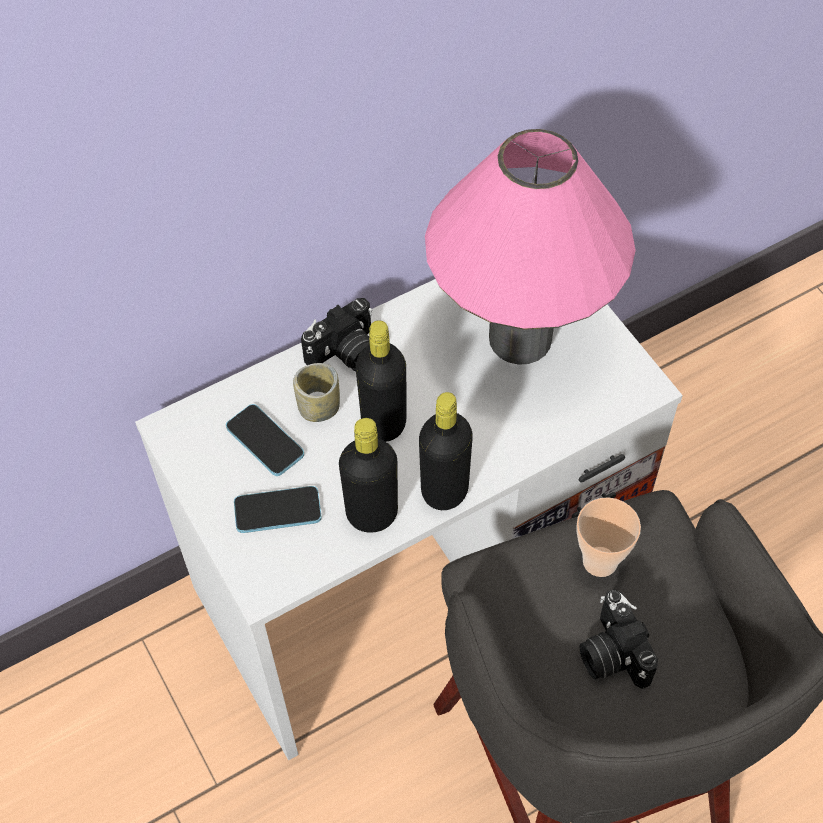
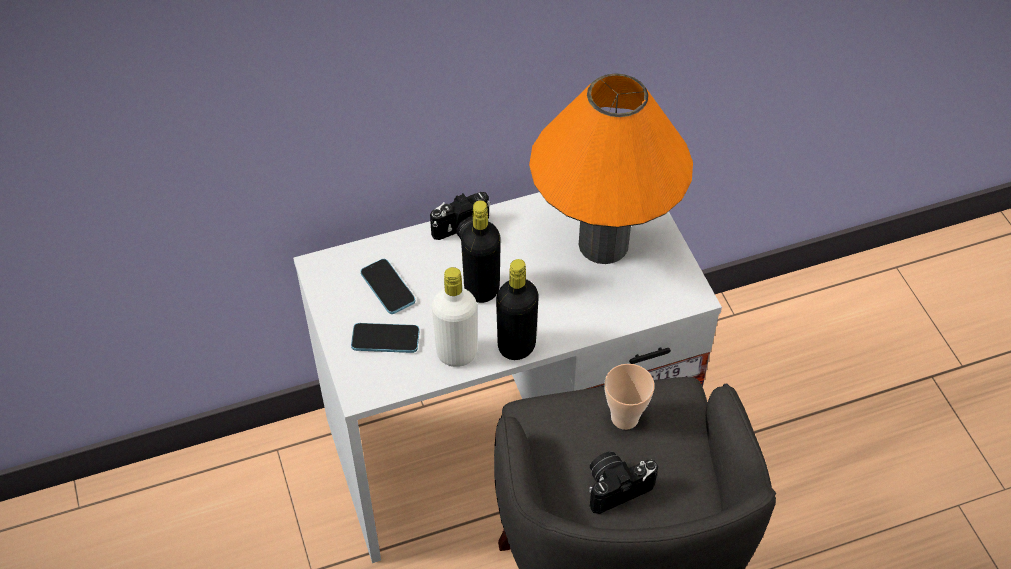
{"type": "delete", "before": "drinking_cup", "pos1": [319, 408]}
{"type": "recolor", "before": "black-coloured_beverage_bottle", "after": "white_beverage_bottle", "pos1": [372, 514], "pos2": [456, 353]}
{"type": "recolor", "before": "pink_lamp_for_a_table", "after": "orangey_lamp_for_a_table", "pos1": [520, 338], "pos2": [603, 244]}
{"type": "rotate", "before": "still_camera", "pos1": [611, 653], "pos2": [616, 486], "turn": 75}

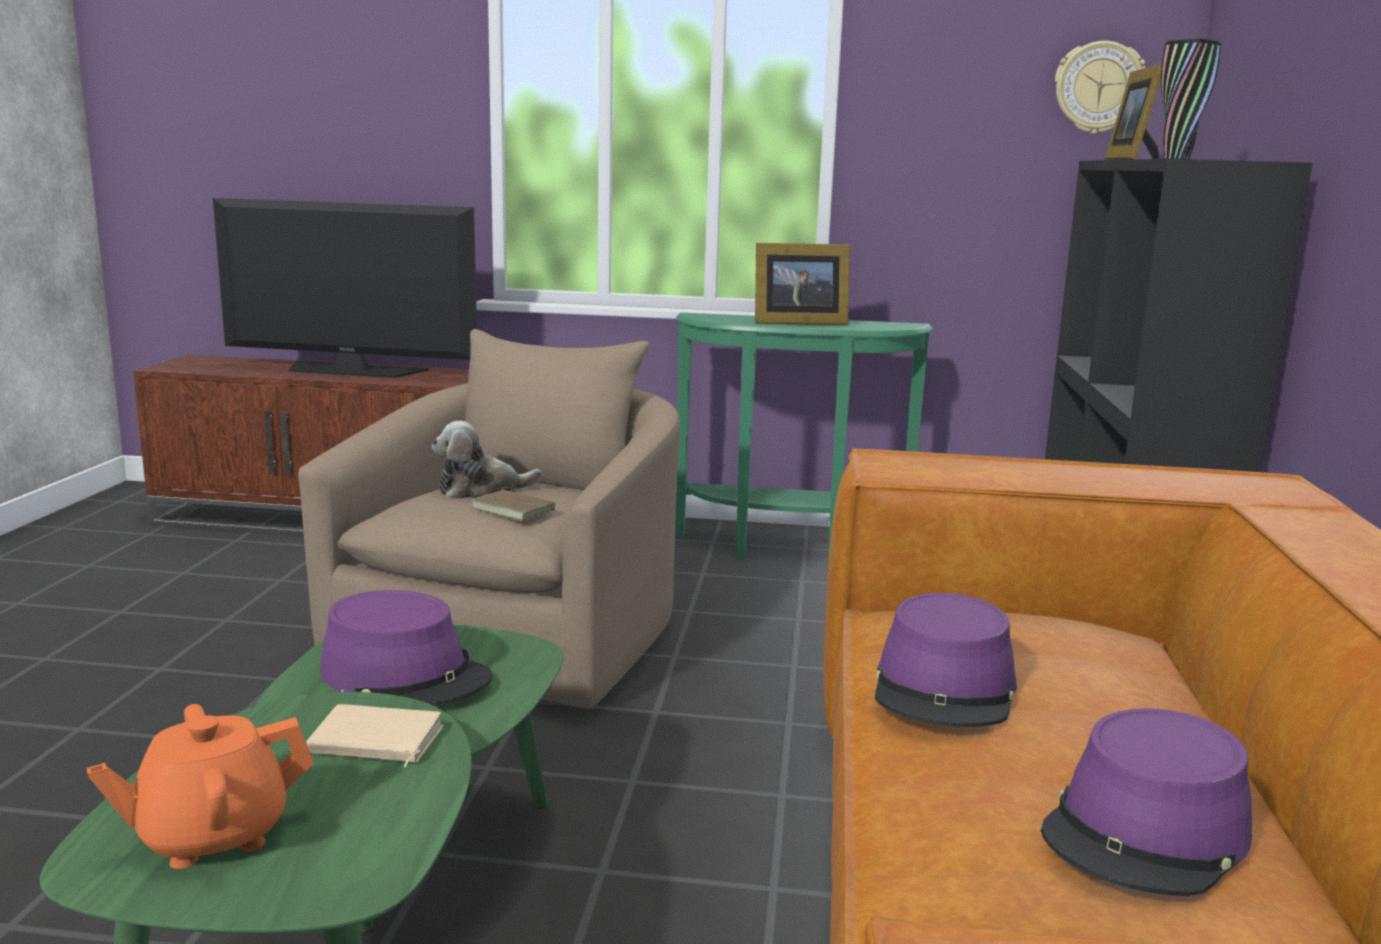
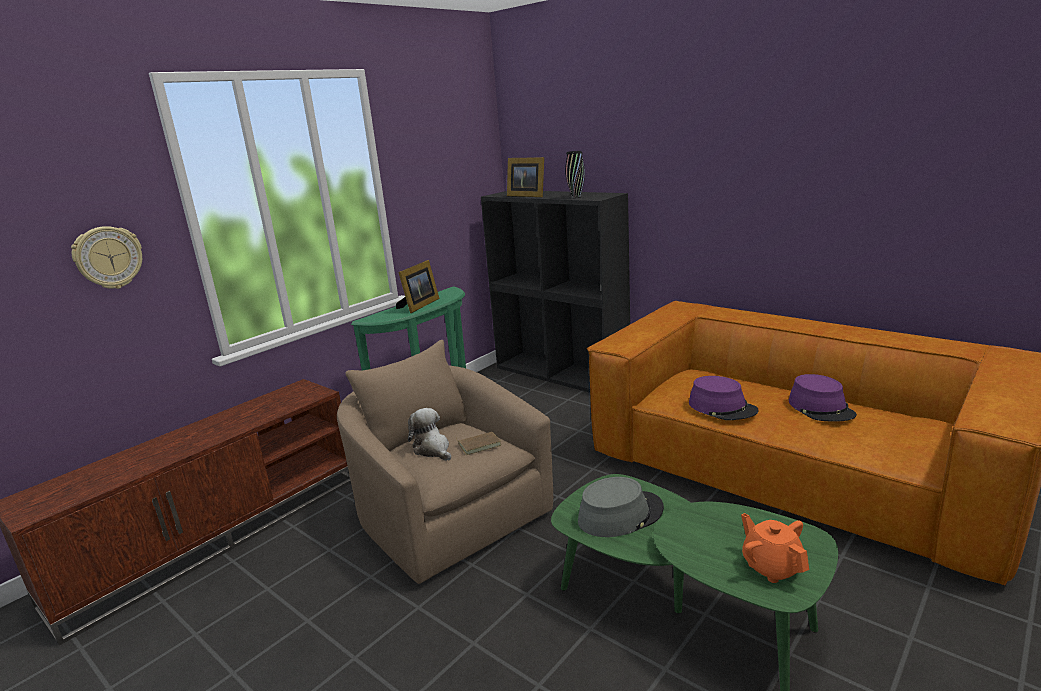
{"type": "delete", "before": "TV_set", "pos1": [352, 370]}
{"type": "delete", "before": "beige-coloured_volume", "pos1": [374, 743]}
{"type": "move", "before": "hanging_clock", "pos1": [1098, 88], "pos2": [108, 257]}
{"type": "recolor", "before": "purple-coloured_hat", "after": "greyish_hat", "pos1": [406, 675], "pos2": [620, 514]}
{"type": "rotate", "before": "orangey_tea_pot", "pos1": [212, 835], "pos2": [772, 567], "turn": 150}
{"type": "rotate", "before": "plush_toy", "pos1": [481, 490], "pos2": [432, 449], "turn": 135}

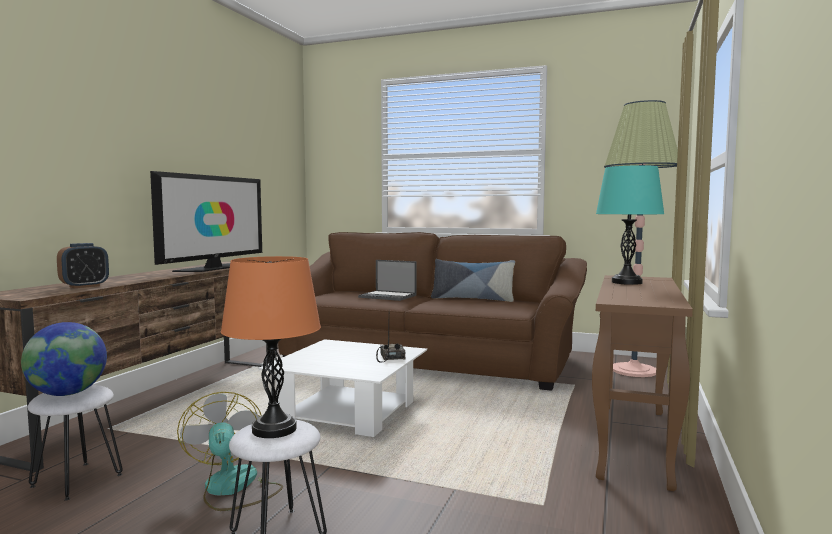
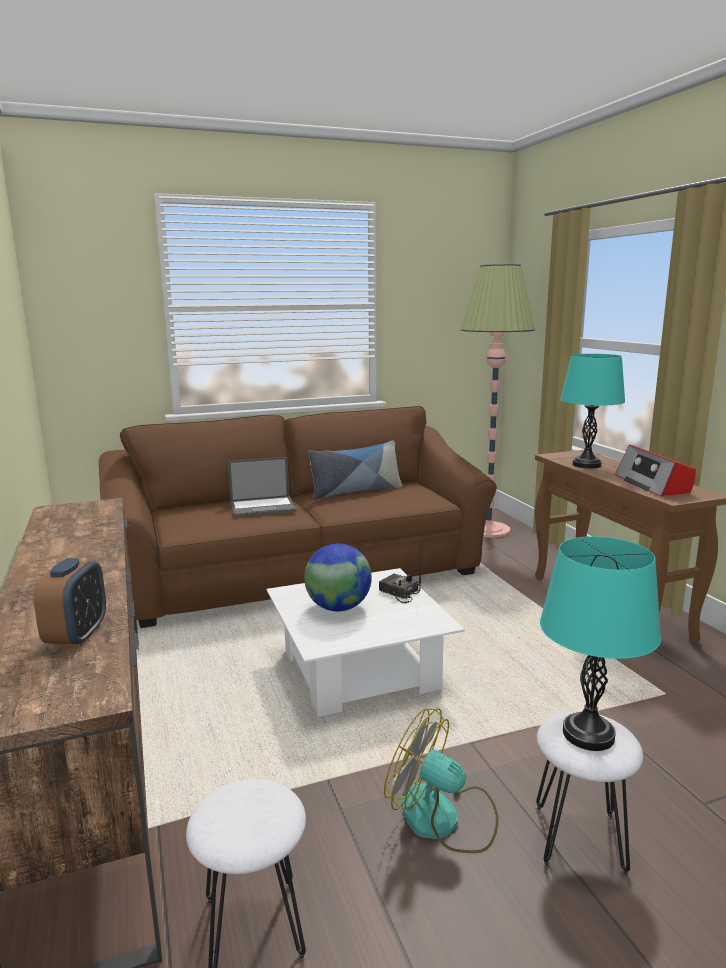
{"type": "delete", "before": "TV_set", "pos1": [213, 268]}
{"type": "insert", "after": "radio_set", "pos2": [653, 484]}
{"type": "move", "before": "world_globe", "pos1": [67, 394], "pos2": [338, 607]}
{"type": "recolor", "before": "orangey_lamp_for_a_table", "after": "turquoise_lamp_for_a_table", "pos1": [274, 429], "pos2": [588, 734]}

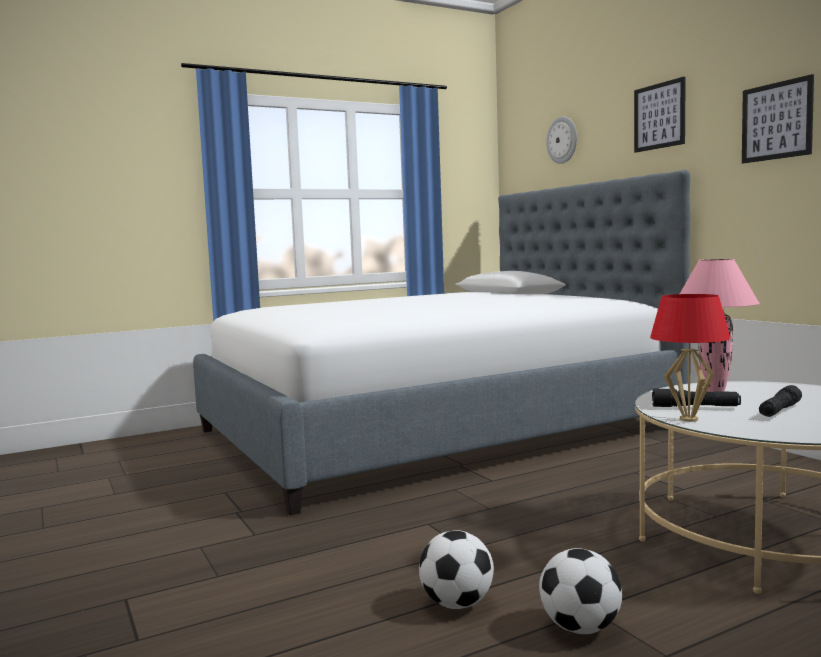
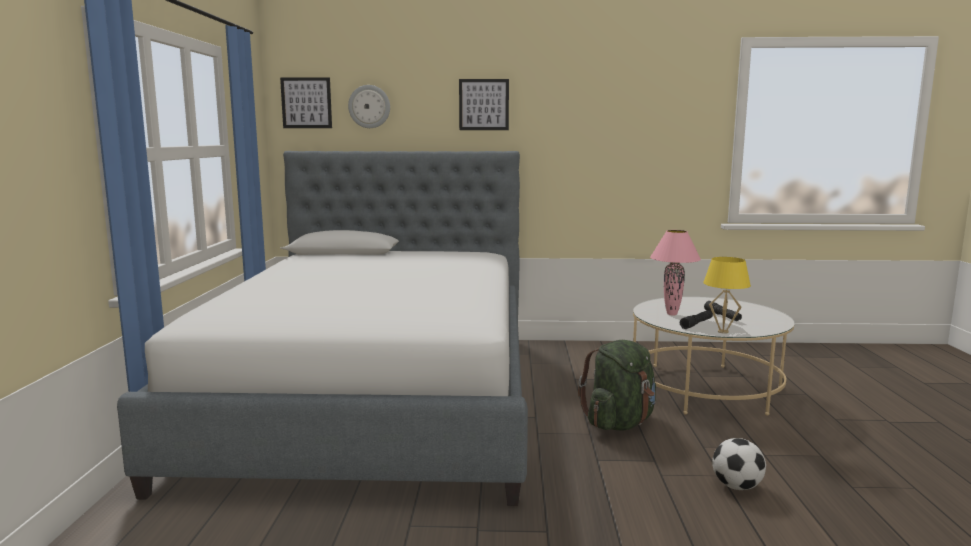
{"type": "delete", "before": "football", "pos1": [580, 628]}
{"type": "insert", "after": "greenish_rucksack", "pos2": [619, 423]}
{"type": "move", "before": "wall_picture", "pos1": [776, 121], "pos2": [306, 103]}
{"type": "recolor", "before": "red_lamp_for_a_table", "after": "yellowish_lamp_for_a_table", "pos1": [688, 419], "pos2": [723, 332]}

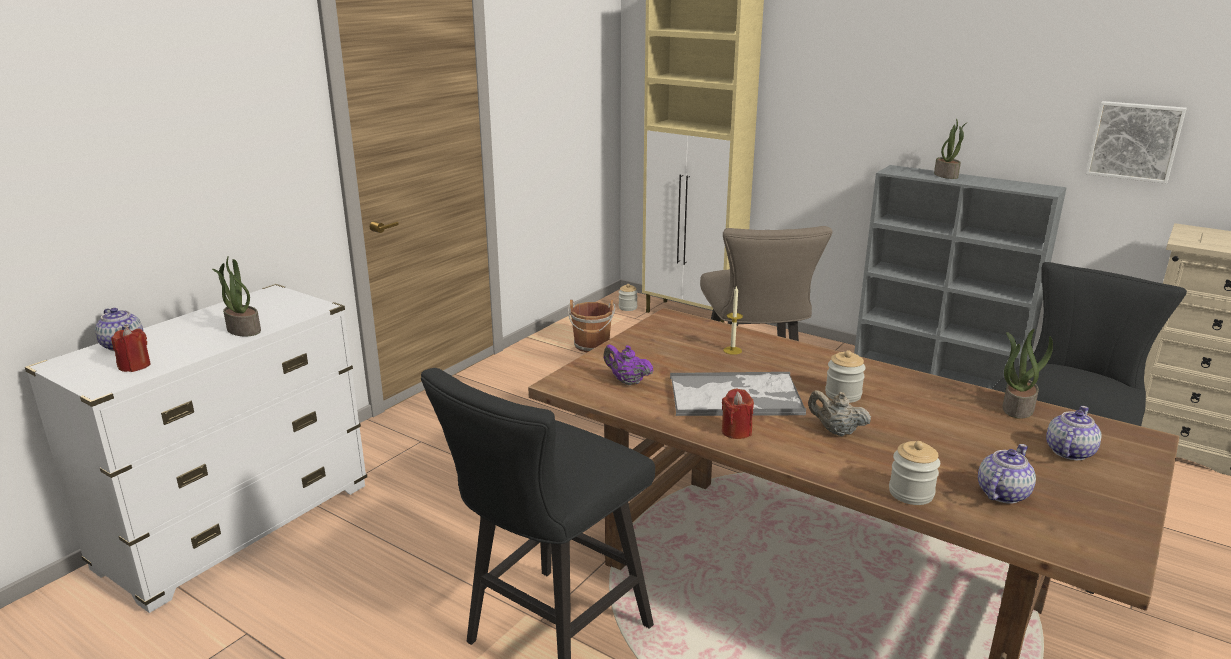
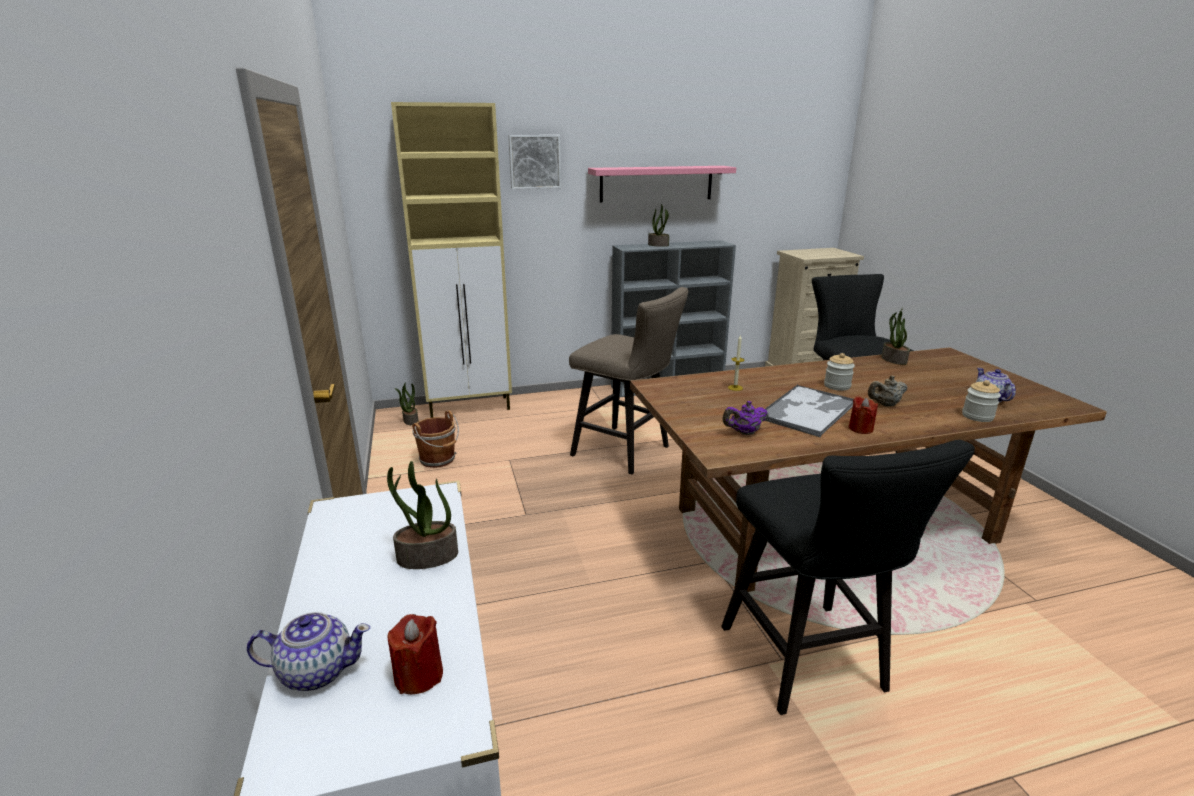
{"type": "delete", "before": "tea_pot", "pos1": [1068, 452]}
{"type": "insert", "after": "pink_shelf", "pos2": [656, 183]}
{"type": "move", "before": "wall_picture", "pos1": [1134, 141], "pos2": [534, 162]}
{"type": "replace", "before": "preserve_jar", "after": "houseplant", "pos1": [628, 307], "pos2": [410, 420]}

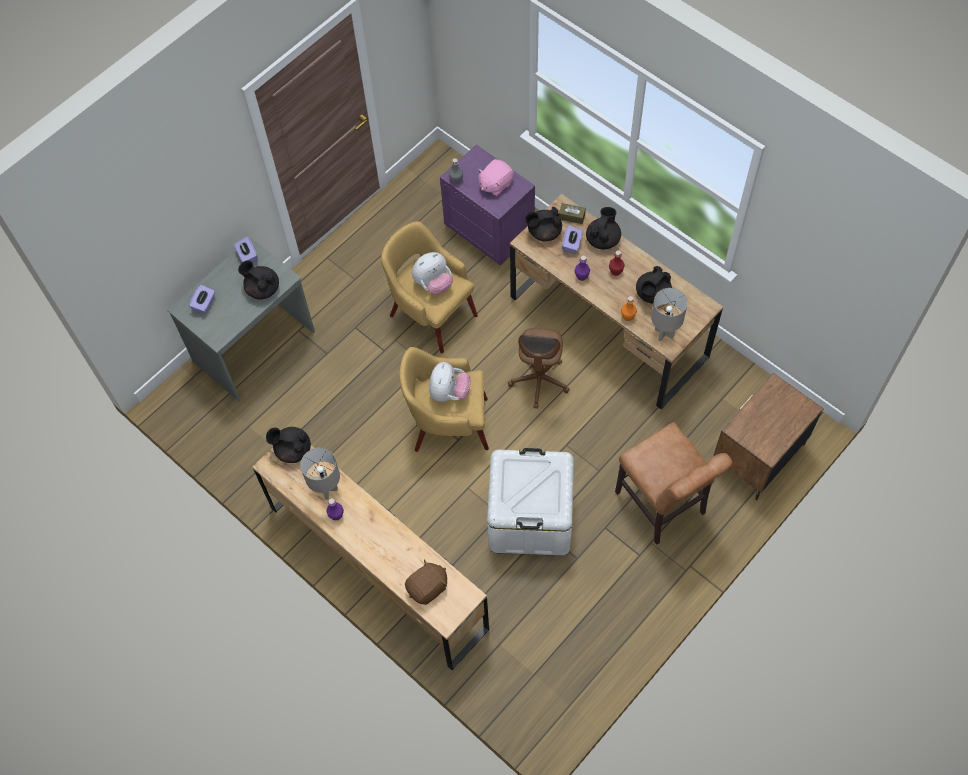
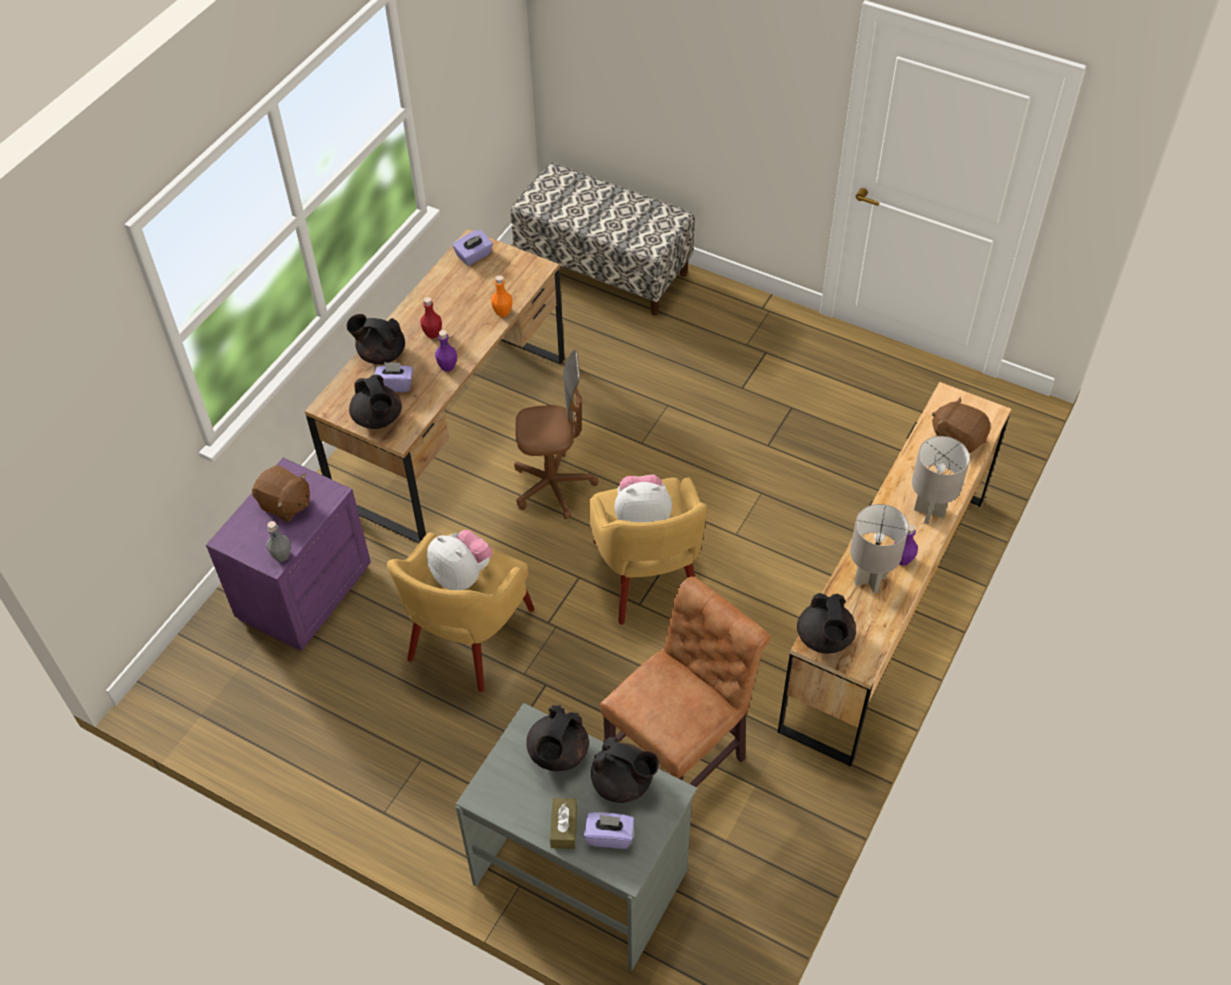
{"type": "delete", "before": "white_storage_bin", "pos1": [530, 517]}
{"type": "move", "before": "purple-coloured_tissue_box", "pos1": [247, 256], "pos2": [474, 256]}
{"type": "move", "before": "brownish_tissue_box", "pos1": [571, 216], "pos2": [564, 827]}
{"type": "move", "before": "brownish_chair", "pos1": [663, 506], "pos2": [681, 760]}
{"type": "move", "before": "black-coloured_tea_pot", "pos1": [652, 294], "pos2": [623, 782]}
{"type": "move", "before": "greyish_lamp_for_a_table", "pos1": [664, 333], "pos2": [928, 512]}
{"type": "replace", "before": "brownish_bedside_table", "after": "bench", "pos1": [757, 456], "pos2": [604, 268]}
{"type": "recolor", "before": "pink_plush_toy", "after": "brownish_plush_toy", "pos1": [495, 184], "pos2": [285, 504]}

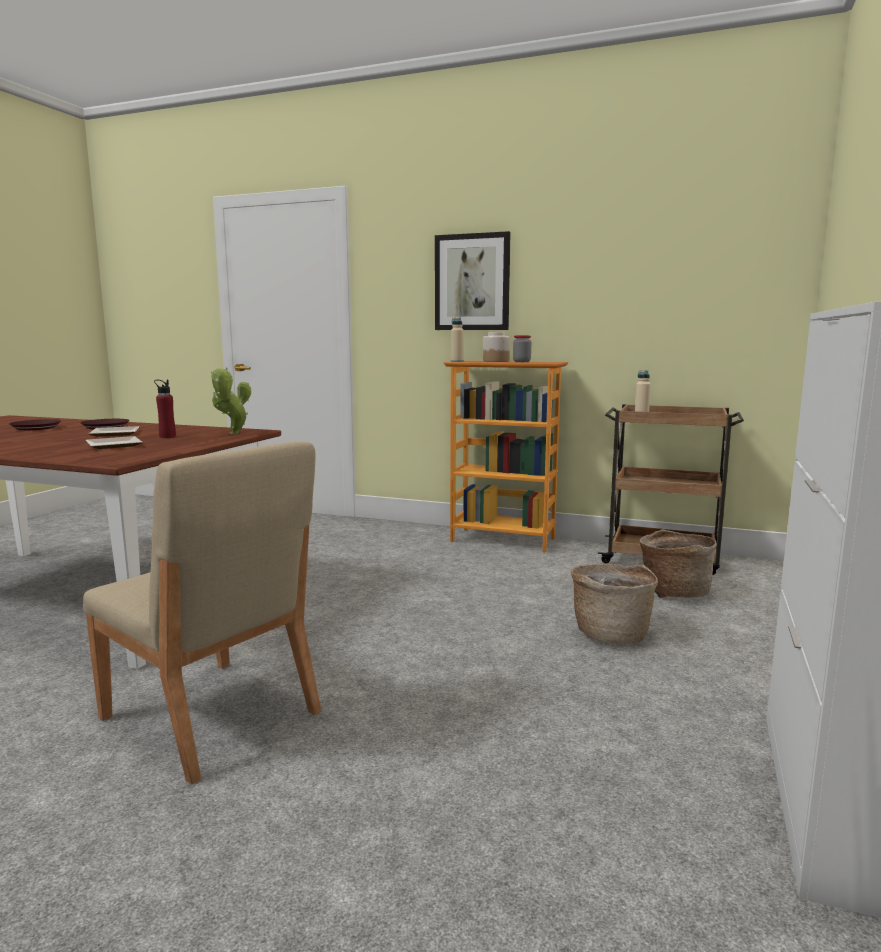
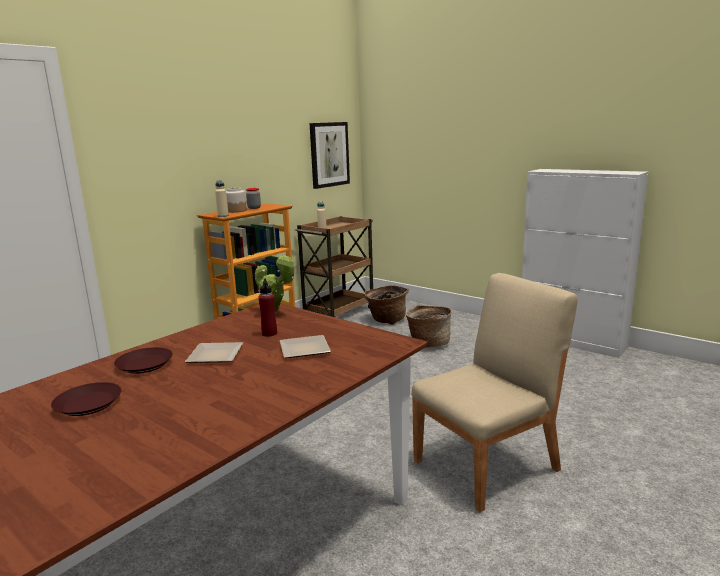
{"type": "move", "before": "wall_picture", "pos1": [472, 282], "pos2": [329, 154]}

